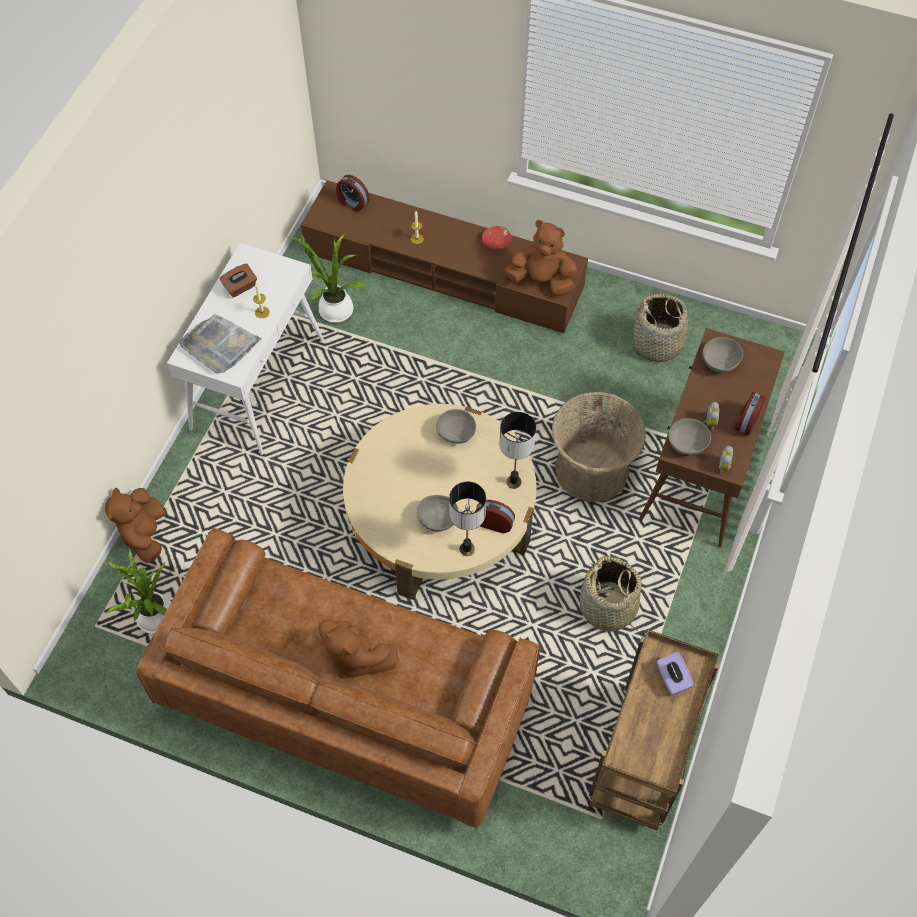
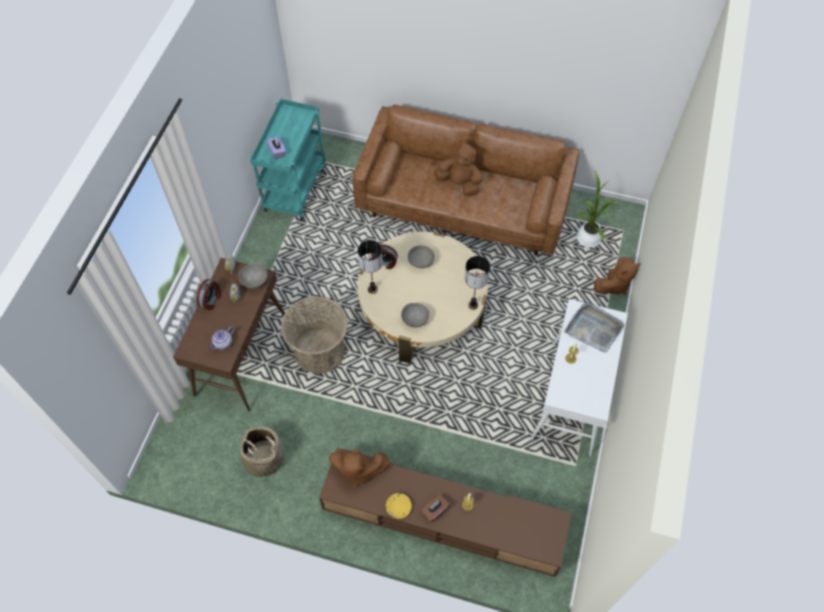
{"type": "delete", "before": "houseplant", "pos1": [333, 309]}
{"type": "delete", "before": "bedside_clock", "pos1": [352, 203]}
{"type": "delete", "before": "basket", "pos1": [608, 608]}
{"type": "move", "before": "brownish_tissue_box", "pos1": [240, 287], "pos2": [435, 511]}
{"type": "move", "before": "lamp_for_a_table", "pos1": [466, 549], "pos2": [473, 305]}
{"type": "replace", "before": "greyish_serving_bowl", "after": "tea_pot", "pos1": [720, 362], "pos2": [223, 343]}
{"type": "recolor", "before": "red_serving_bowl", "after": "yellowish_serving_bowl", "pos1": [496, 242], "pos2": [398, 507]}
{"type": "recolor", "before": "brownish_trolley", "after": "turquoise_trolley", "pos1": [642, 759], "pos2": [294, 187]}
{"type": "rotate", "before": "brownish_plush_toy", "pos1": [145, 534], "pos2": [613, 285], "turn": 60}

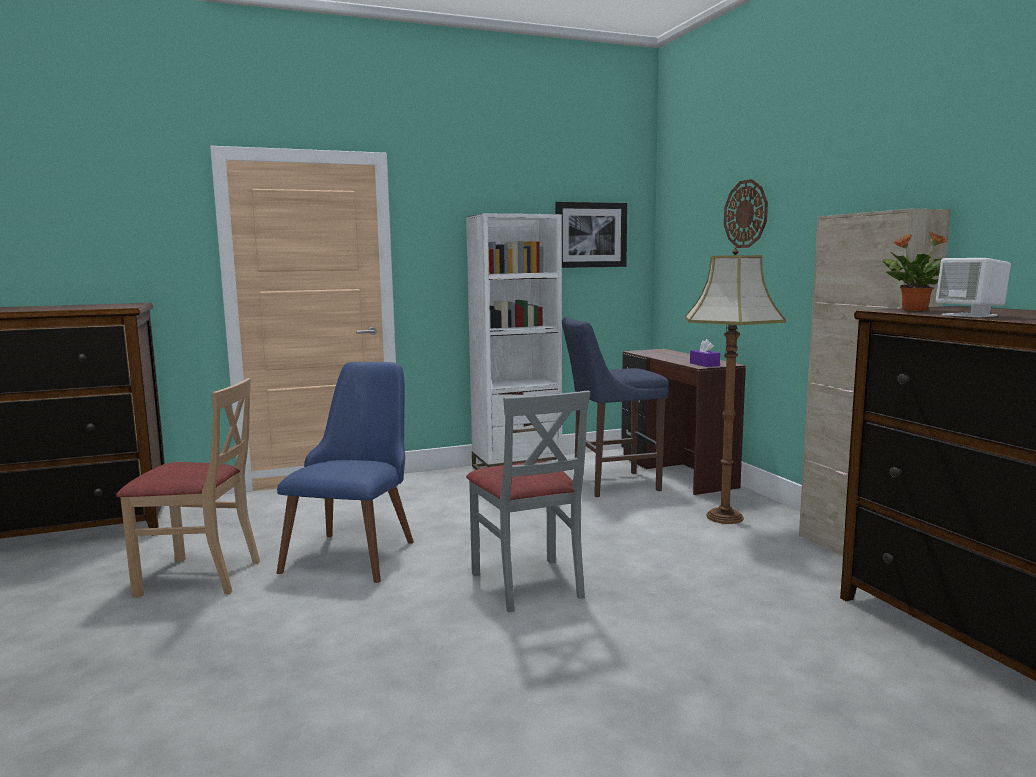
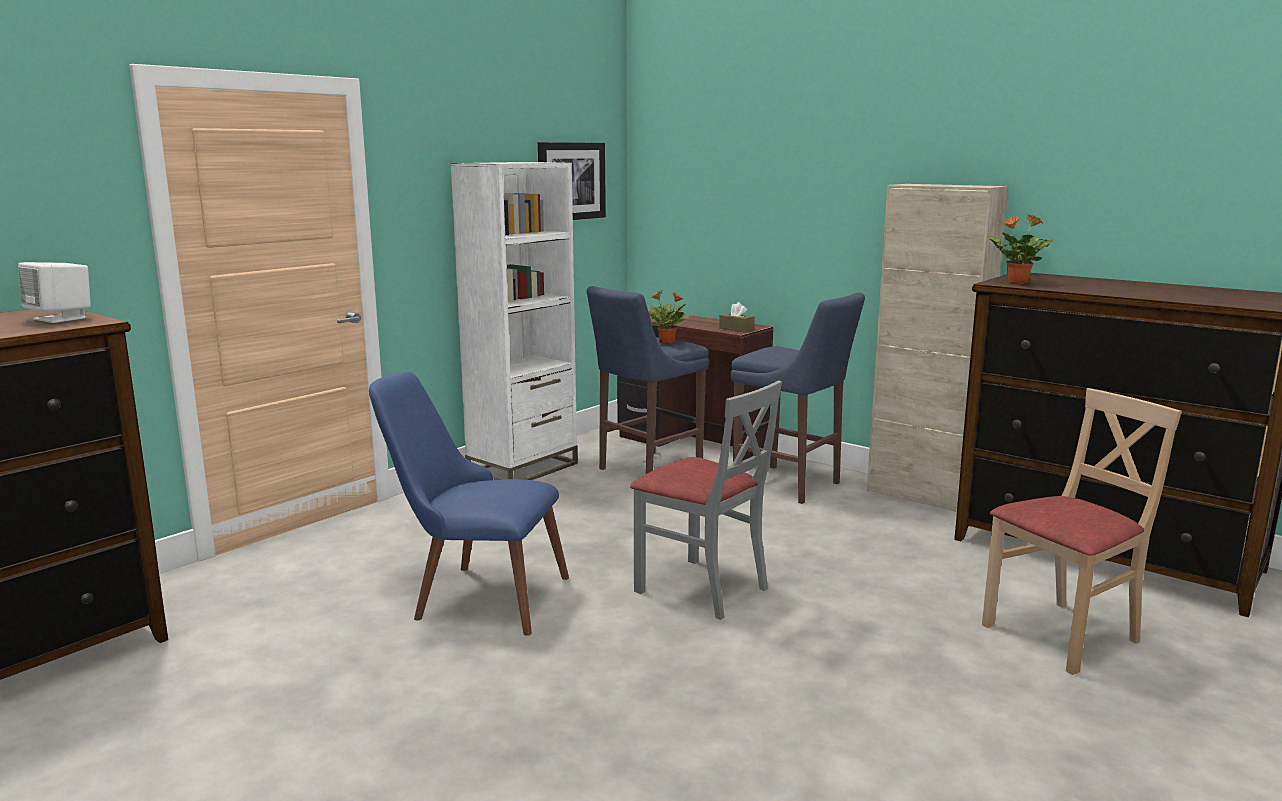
{"type": "delete", "before": "hanging_clock", "pos1": [746, 214]}
{"type": "insert", "after": "houseplant", "pos2": [667, 342]}
{"type": "move", "before": "beige-coloured_chair", "pos1": [200, 577], "pos2": [1062, 635]}
{"type": "move", "before": "white_audio_speaker", "pos1": [970, 315], "pos2": [61, 318]}
{"type": "replace", "before": "floor_lamp", "after": "blue_stool_seat", "pos1": [726, 518], "pos2": [791, 485]}
{"type": "recolor", "before": "purple-coloured_tissue_box", "after": "brownish_tissue_box", "pos1": [704, 364], "pos2": [736, 329]}
{"type": "rotate", "before": "blue_chair", "pos1": [357, 549], "pos2": [473, 596], "turn": -60}

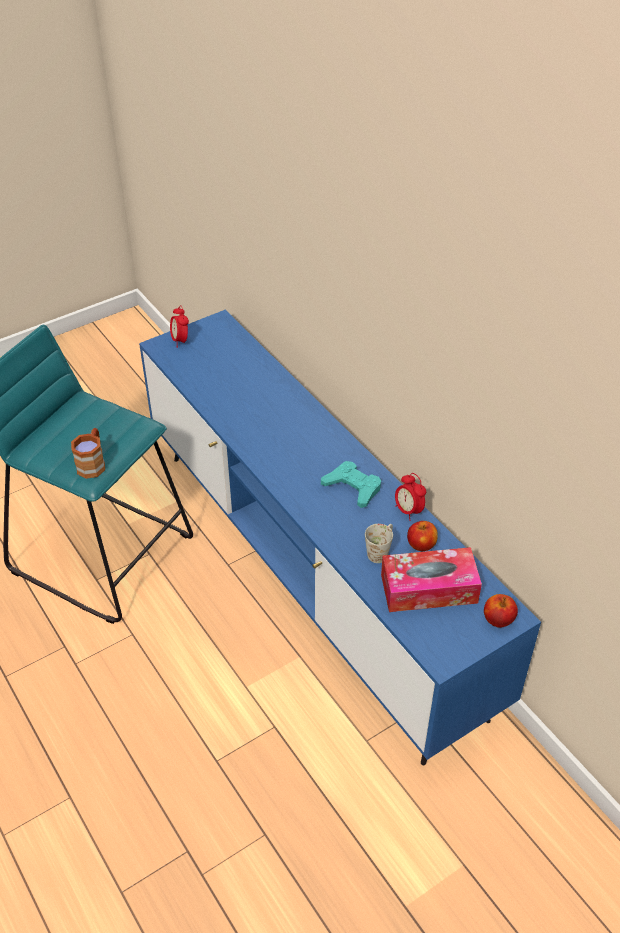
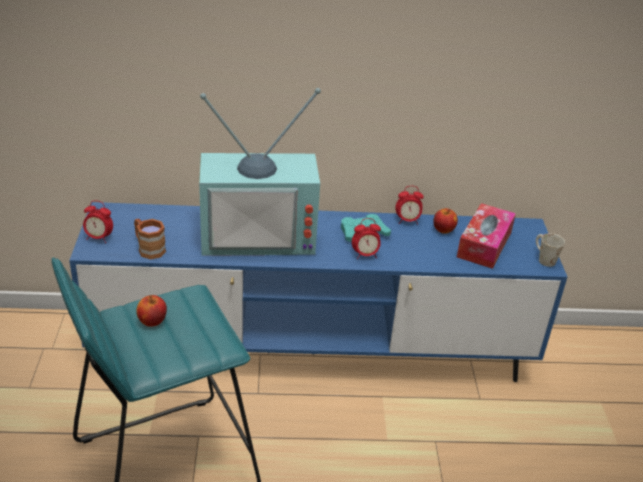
{"type": "insert", "after": "TV_set", "pos2": [259, 234]}
{"type": "insert", "after": "bedside_clock", "pos2": [365, 255]}
{"type": "move", "before": "brownish_tea_mug", "pos1": [93, 463], "pos2": [148, 248]}
{"type": "move", "before": "white_tea_mug", "pos1": [380, 551], "pos2": [543, 258]}
{"type": "move", "before": "apple", "pos1": [498, 620], "pos2": [152, 321]}

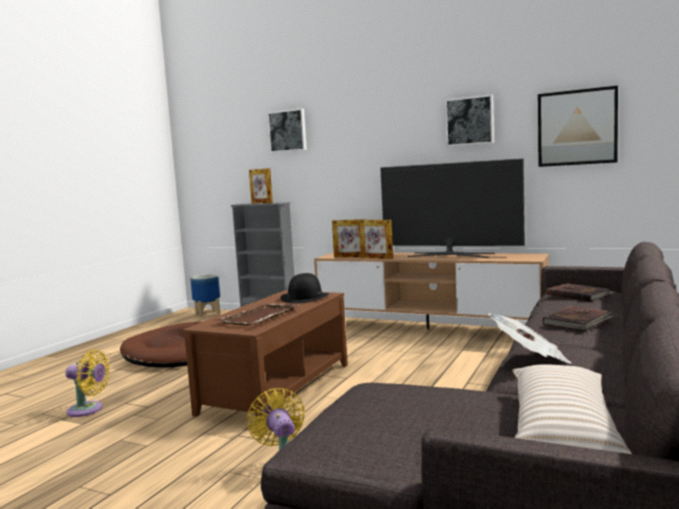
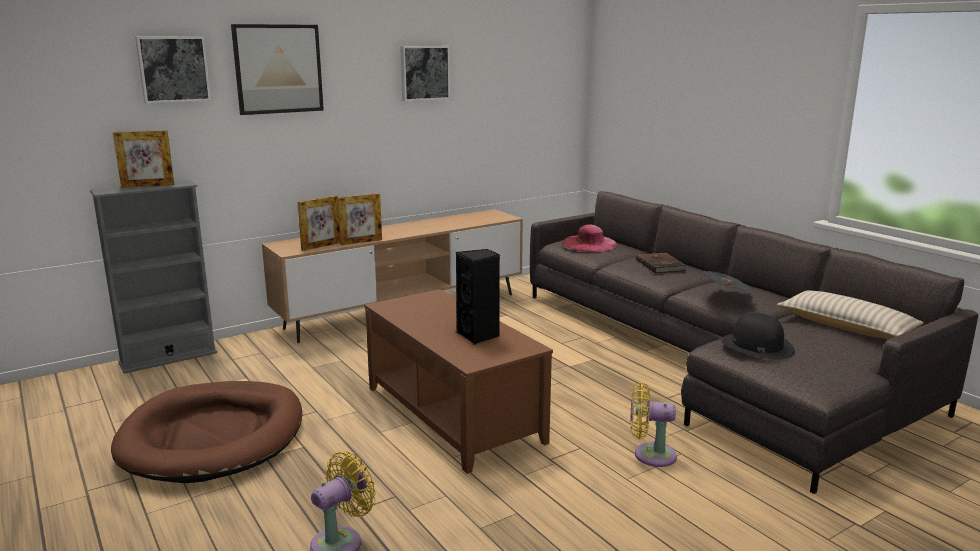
{"type": "delete", "before": "flower_pot", "pos1": [208, 314]}
{"type": "delete", "before": "TV_set", "pos1": [450, 255]}
{"type": "move", "before": "black-coloured_hat", "pos1": [305, 297], "pos2": [756, 346]}
{"type": "move", "before": "wall_picture", "pos1": [577, 127], "pos2": [278, 69]}
{"type": "replace", "before": "brownish_tray", "after": "black-coloured_audio_speaker", "pos1": [258, 317], "pos2": [479, 335]}
{"type": "replace", "before": "brownish_volume", "after": "pink_hat", "pos1": [577, 294], "pos2": [589, 244]}

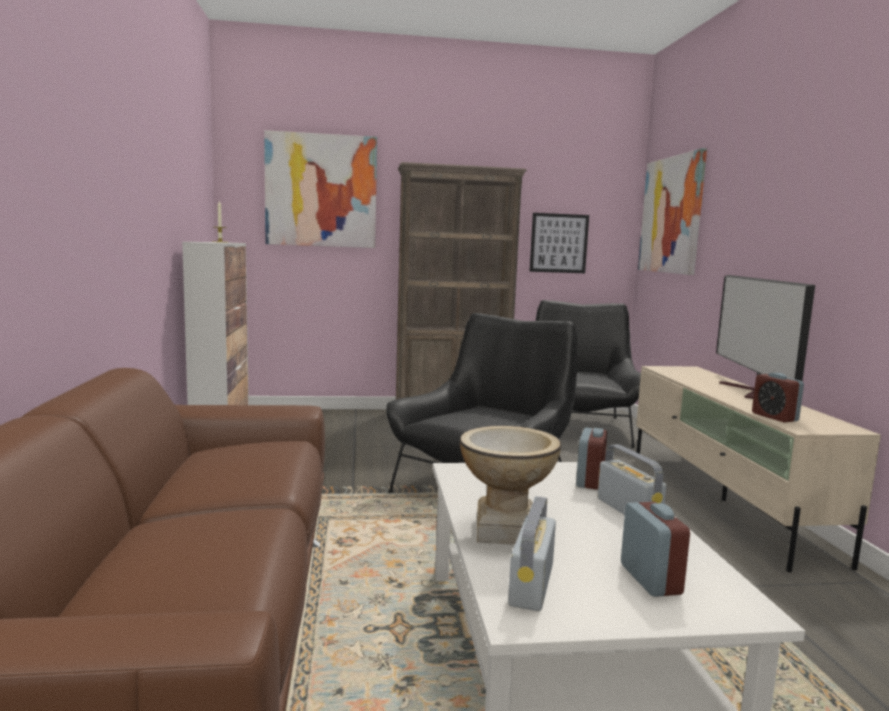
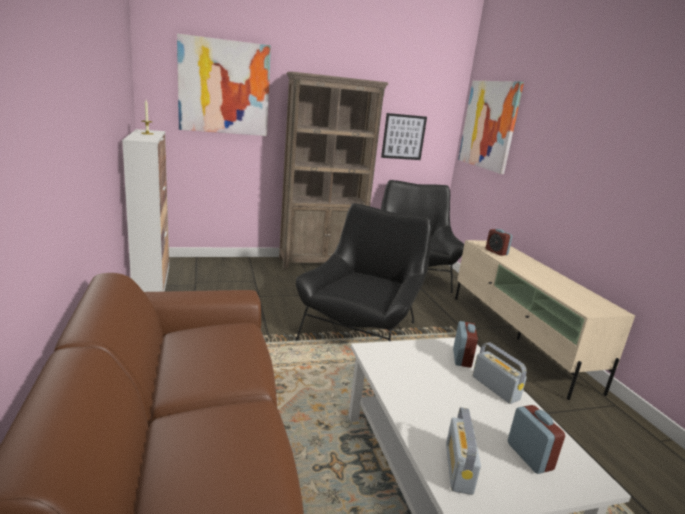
{"type": "delete", "before": "flower_vase", "pos1": [505, 531]}
{"type": "delete", "before": "TV_set", "pos1": [749, 392]}
{"type": "move", "before": "bedside_clock", "pos1": [774, 417], "pos2": [496, 252]}

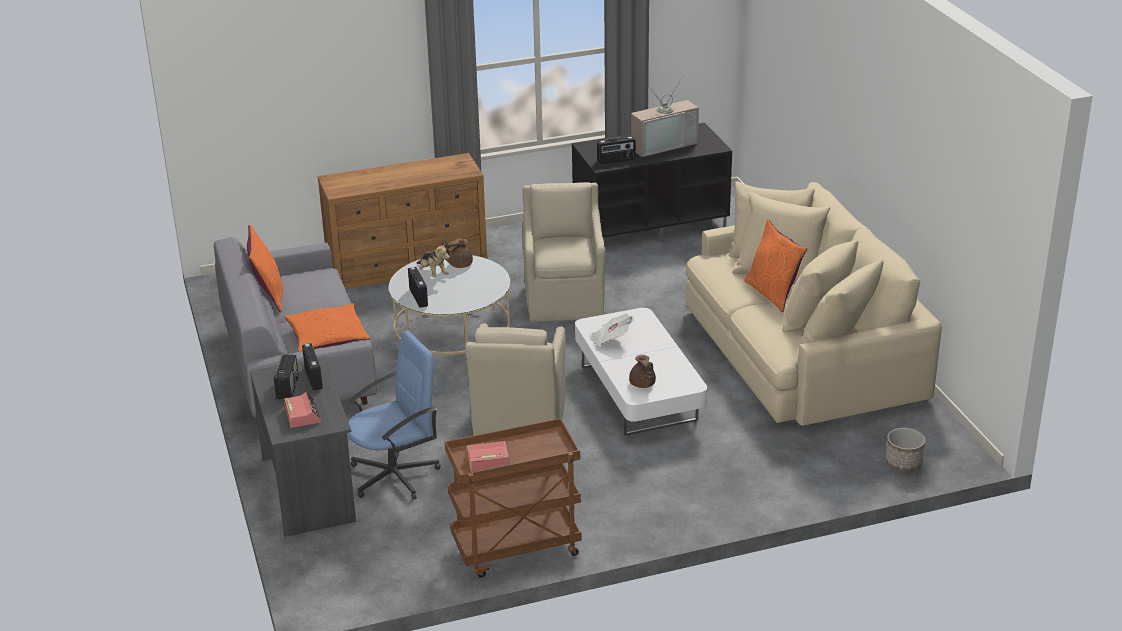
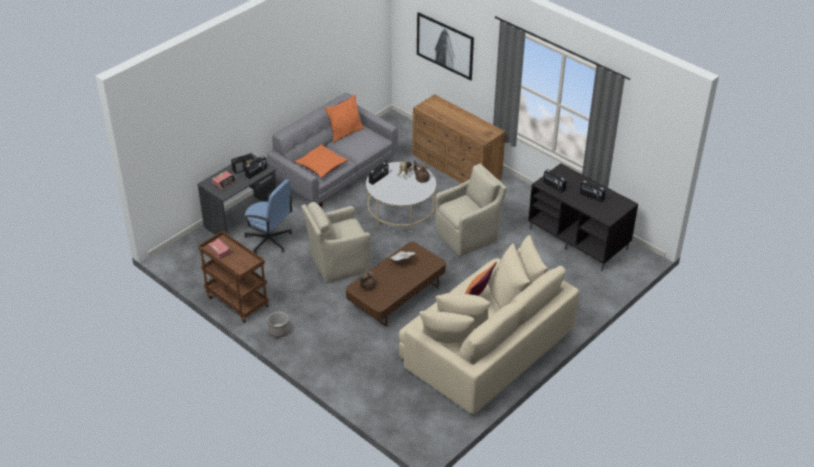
{"type": "insert", "after": "wall_picture", "pos2": [445, 45]}
{"type": "move", "before": "flower_pot", "pos1": [903, 463], "pos2": [278, 331]}
{"type": "replace", "before": "TV_set", "after": "radio_set", "pos1": [662, 144], "pos2": [591, 197]}
{"type": "recolor", "before": "white_coffee_table", "after": "brownish_coffee_table", "pos1": [638, 393], "pos2": [396, 295]}

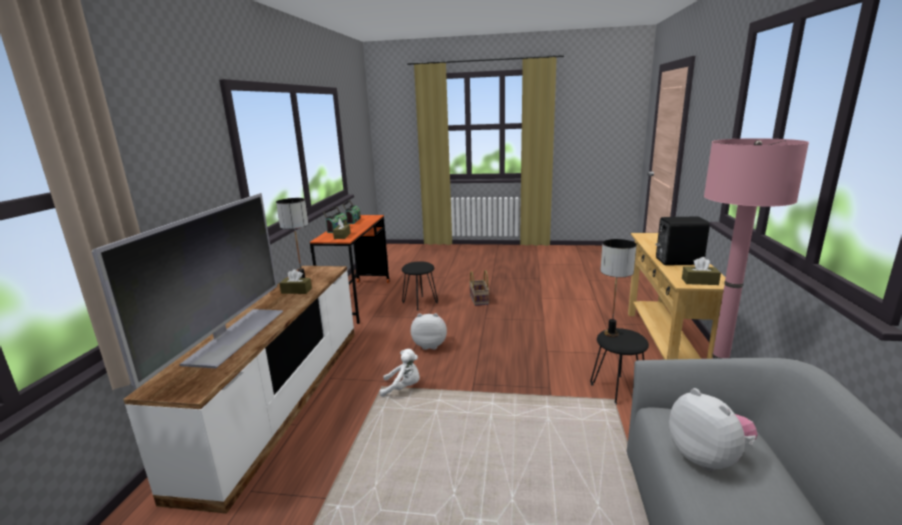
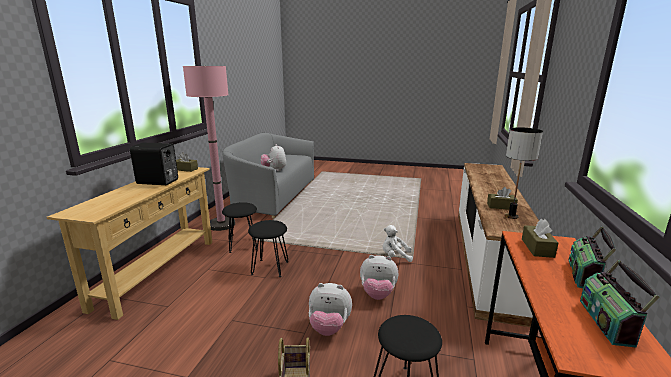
{"type": "delete", "before": "TV_set", "pos1": [234, 336]}
{"type": "delete", "before": "lamp_for_a_table", "pos1": [611, 334]}
{"type": "insert", "after": "black-coloured_stool_seat", "pos2": [270, 268]}
{"type": "insert", "after": "plush_toy", "pos2": [329, 327]}

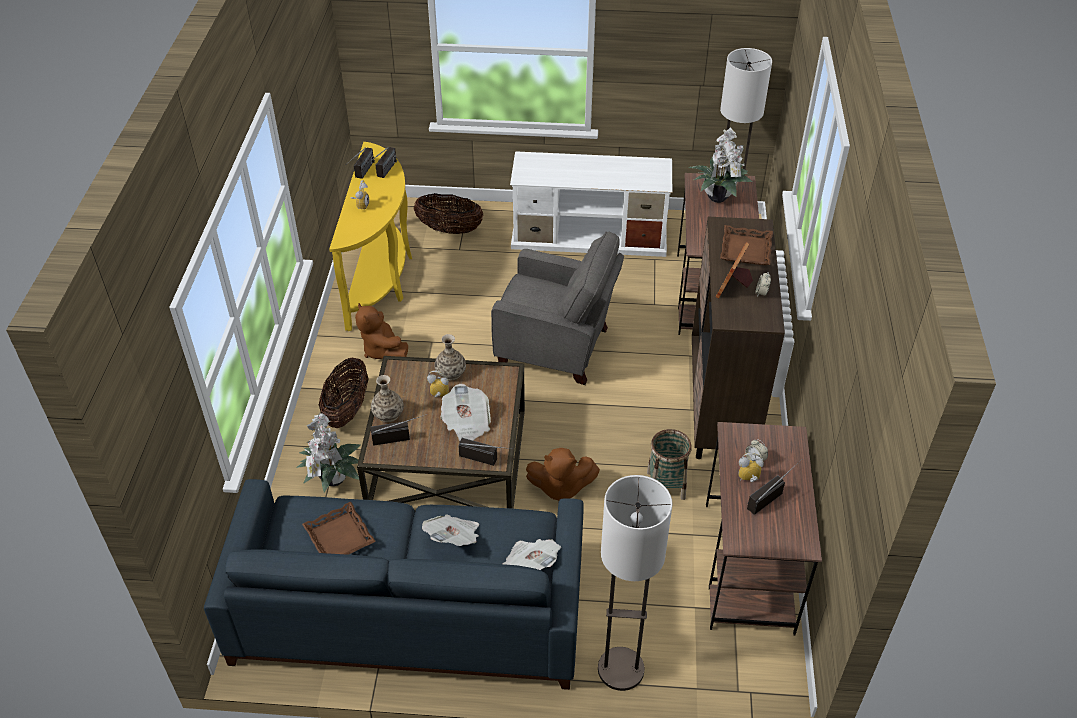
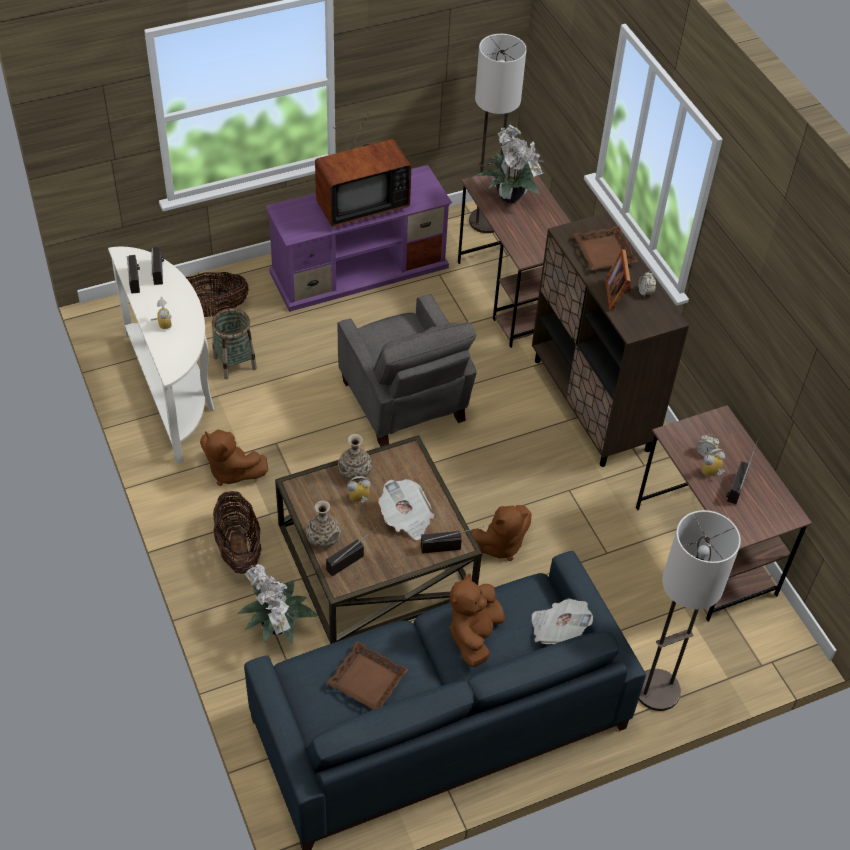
{"type": "insert", "after": "TV_set", "pos2": [359, 204]}
{"type": "move", "before": "basket", "pos1": [666, 485], "pos2": [235, 363]}
{"type": "replace", "before": "printed_paper", "after": "brownish_plush_toy", "pos1": [454, 538], "pos2": [474, 635]}
{"type": "recolor", "before": "yellowish_console_table", "after": "white_console_table", "pos1": [382, 278], "pos2": [174, 391]}
{"type": "recolor", "before": "white_tv_unit", "after": "purple-coloured_tv_unit", "pos1": [590, 235], "pos2": [360, 269]}
{"type": "rotate", "before": "greyish_easy_chair", "pos1": [556, 347], "pos2": [404, 403], "turn": 75}

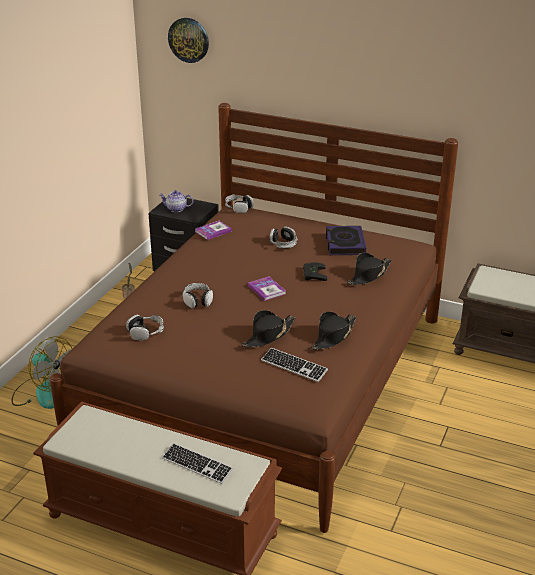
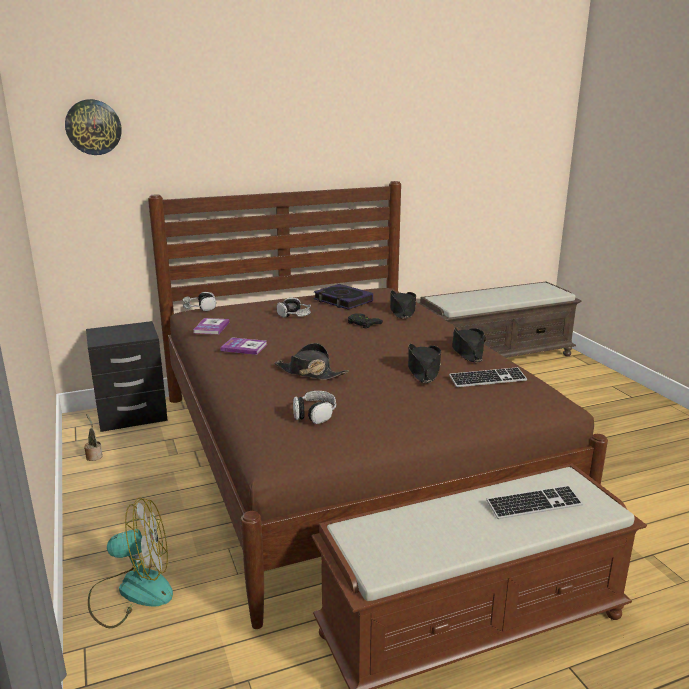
{"type": "delete", "before": "tea_pot", "pos1": [176, 209]}
{"type": "move", "before": "volume", "pos1": [266, 289], "pos2": [244, 347]}
{"type": "replace", "before": "headphones", "after": "black-coloured_hat", "pos1": [198, 300], "pos2": [310, 373]}

